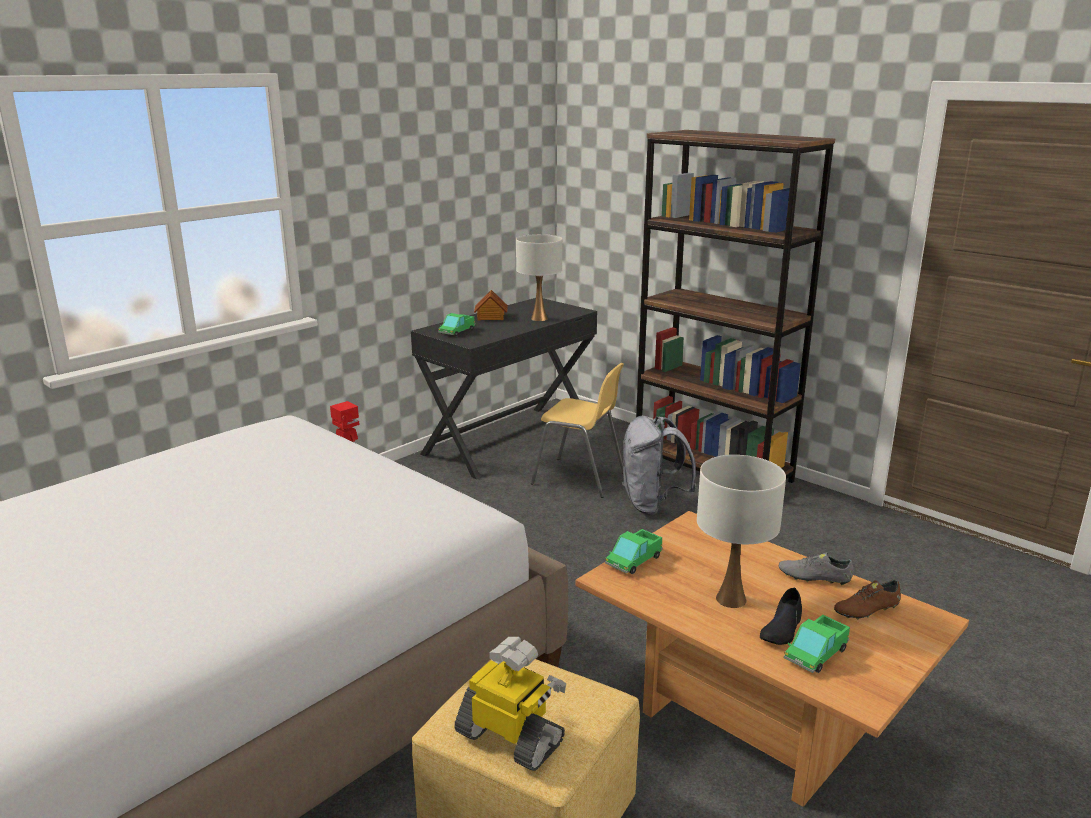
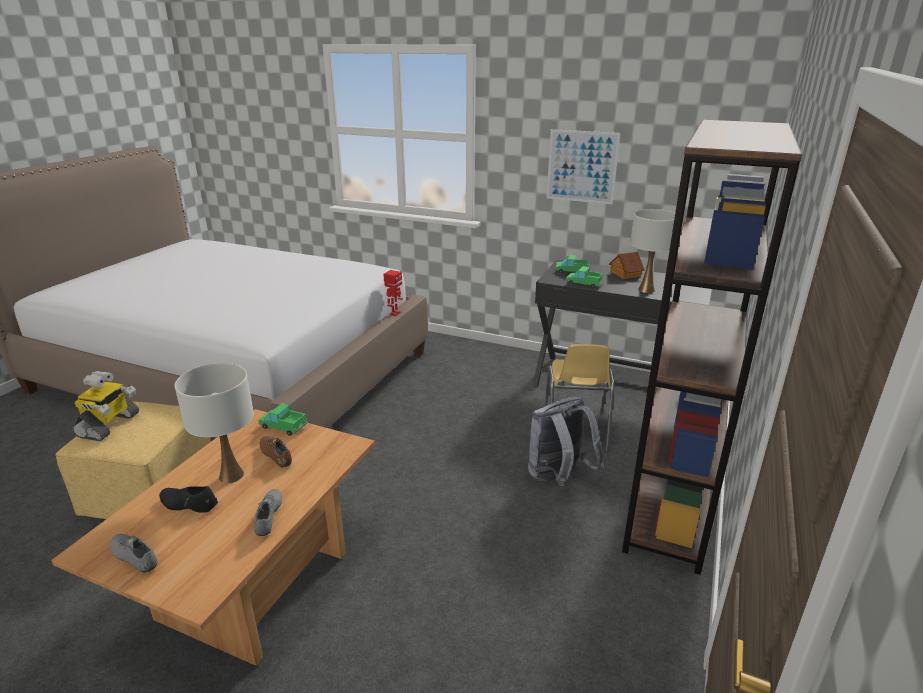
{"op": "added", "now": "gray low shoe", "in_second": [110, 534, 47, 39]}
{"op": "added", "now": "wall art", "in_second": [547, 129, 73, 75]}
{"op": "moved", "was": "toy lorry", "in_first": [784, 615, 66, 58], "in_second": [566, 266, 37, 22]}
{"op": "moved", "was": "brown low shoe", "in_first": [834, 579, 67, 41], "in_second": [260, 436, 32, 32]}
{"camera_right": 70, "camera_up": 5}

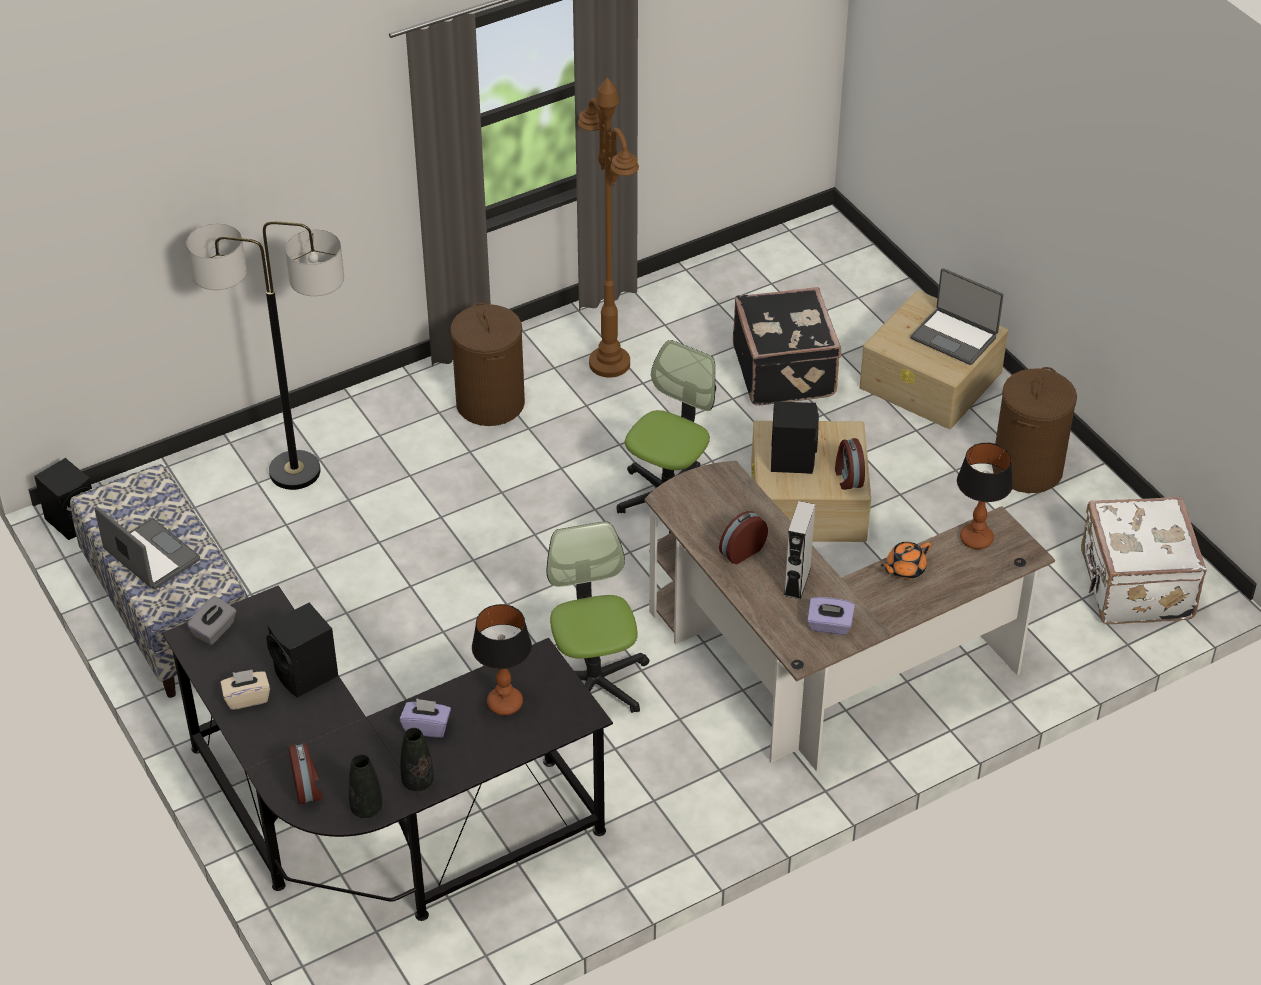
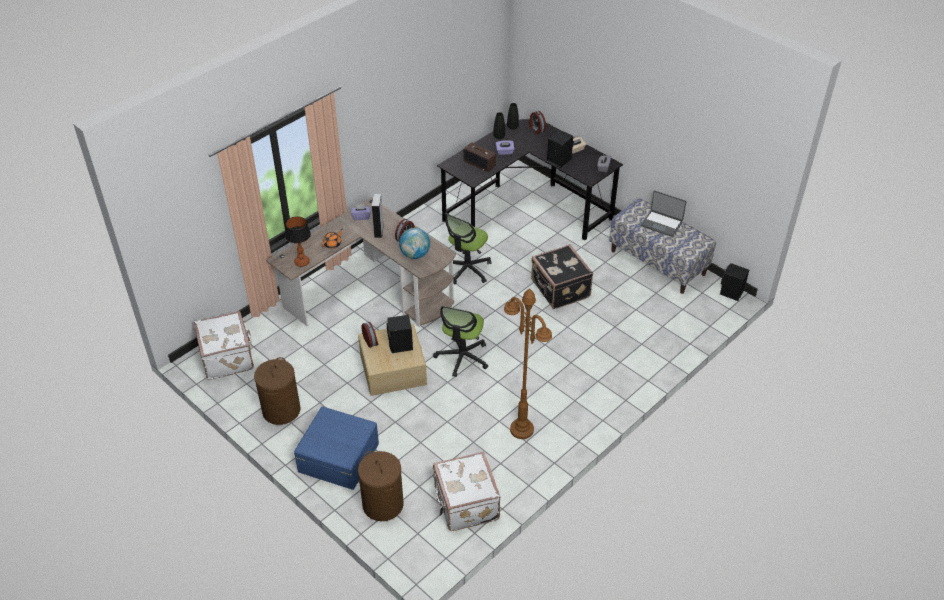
{"op": "removed", "was": "standard lamp", "in_first": [186, 221, 158, 269]}
{"op": "removed", "was": "laptop", "in_first": [910, 268, 94, 97]}
{"op": "added", "now": "world globe", "in_second": [399, 228, 31, 31]}
{"op": "added", "now": "whitish suitcase", "in_second": [433, 452, 67, 79]}
{"op": "moved", "was": "brown washing basket", "in_first": [450, 302, 75, 124], "in_second": [358, 451, 46, 70]}
{"op": "moved", "was": "black suitcase", "in_first": [733, 287, 108, 118], "in_second": [531, 244, 62, 65]}
{"op": "replaced", "was": "tabletop lamp", "now": "radio receiver", "in_first": [472, 604, 60, 111], "in_second": [464, 142, 32, 30]}
{"op": "recoloured", "was": "sand-coloured storage bin", "now": "blue storage bin", "in_first": [859, 290, 149, 139], "in_second": [294, 406, 85, 84]}
{"op": "turned", "was": "computer chair", "in_first": [547, 521, 102, 192], "in_second": [445, 214, 46, 70], "clockwise": 60}
{"camera_right": 165, "camera_up": 0}

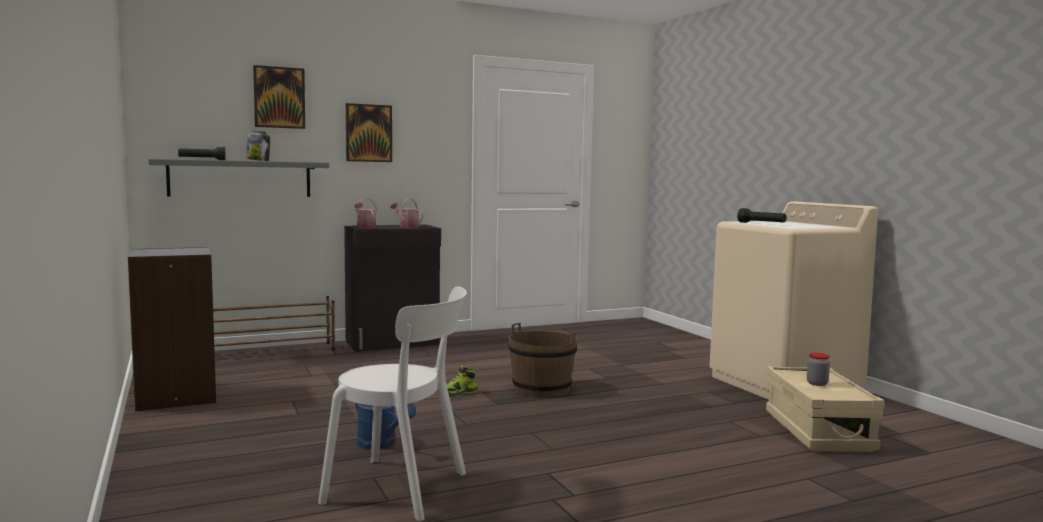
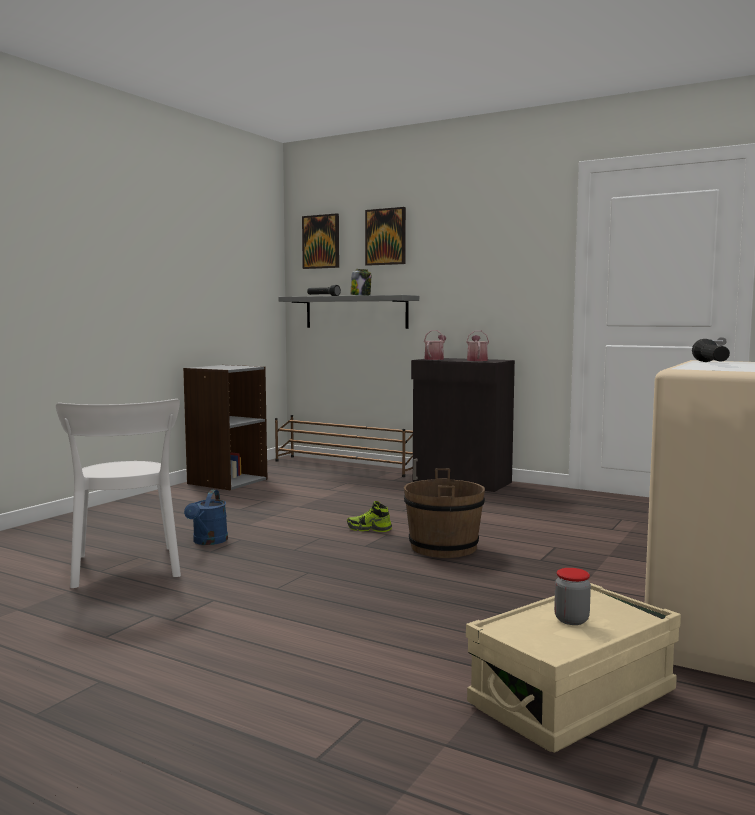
{"op": "moved", "was": "wall art", "in_first": [346, 103, 46, 59], "in_second": [302, 213, 37, 56]}
{"camera_right": 55, "camera_up": 0}

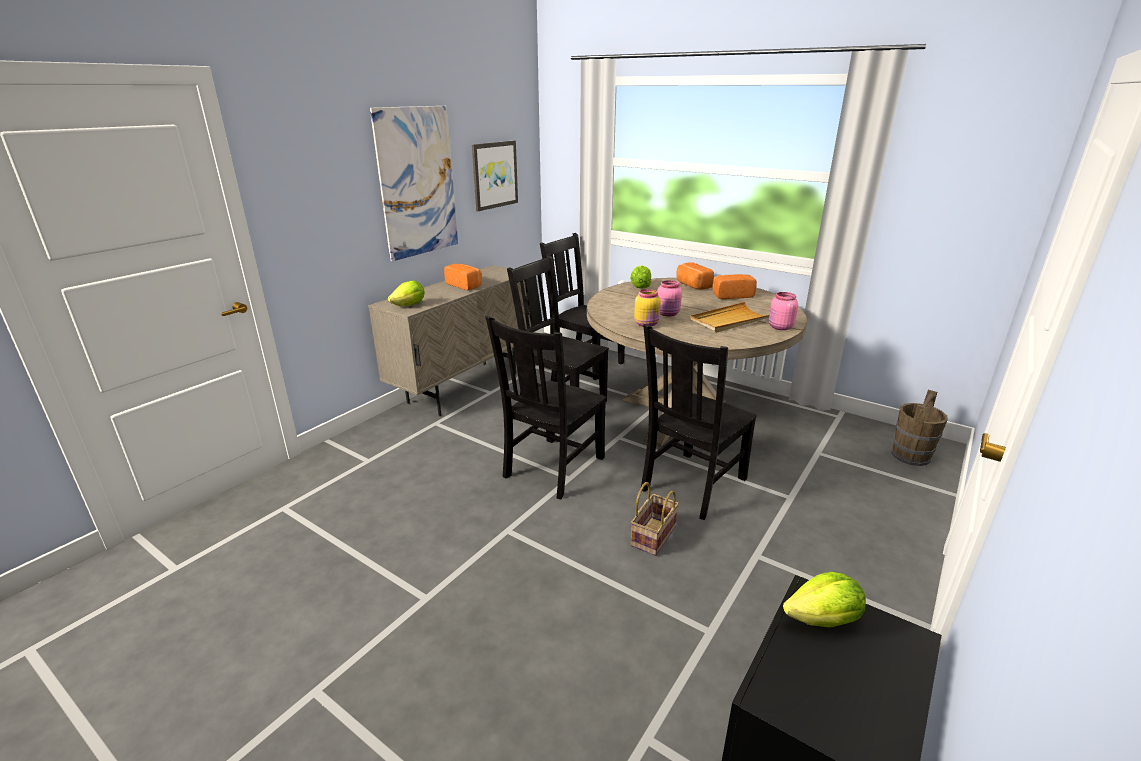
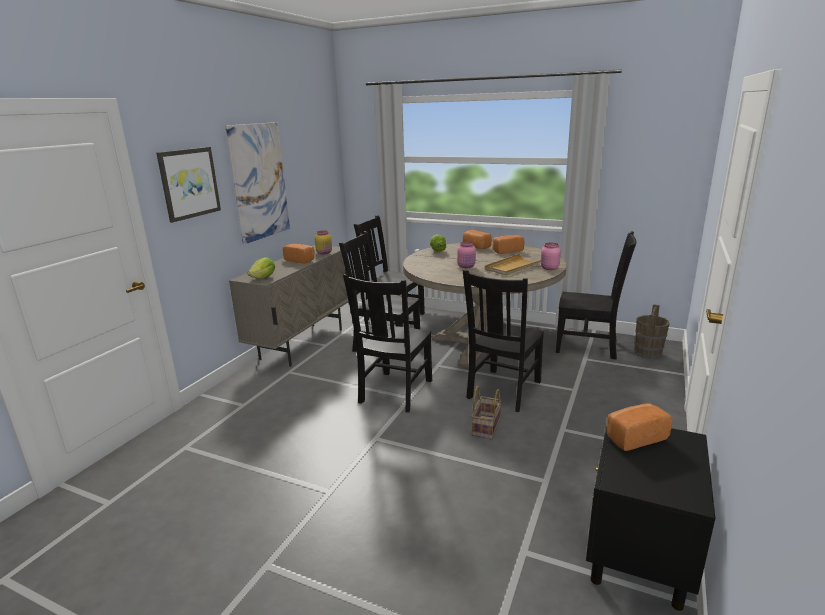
{"op": "added", "now": "black plain chair", "in_second": [556, 231, 81, 129]}
{"op": "moved", "was": "wall art", "in_first": [472, 141, 46, 70], "in_second": [156, 147, 65, 76]}
{"op": "moved", "was": "yellow-coloured storage jar", "in_first": [634, 289, 27, 38], "in_second": [315, 231, 17, 23]}
{"op": "replaced", "was": "head of lettuce", "now": "bread", "in_first": [783, 572, 83, 56], "in_second": [606, 403, 66, 48]}
{"camera_right": -10, "camera_up": -5}

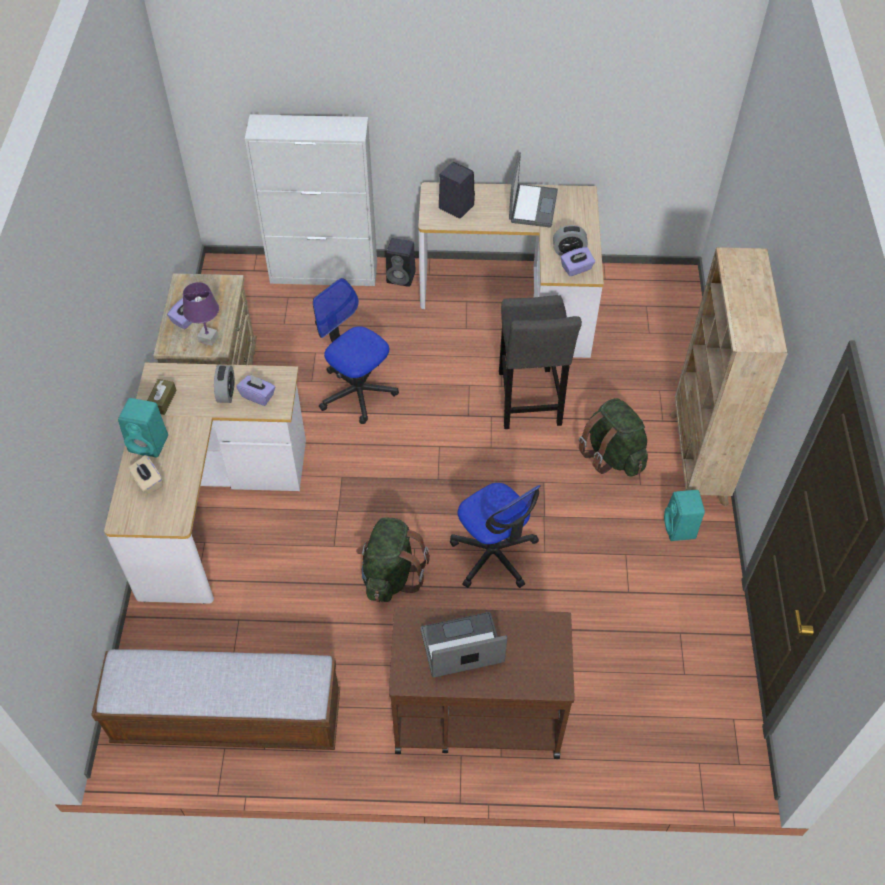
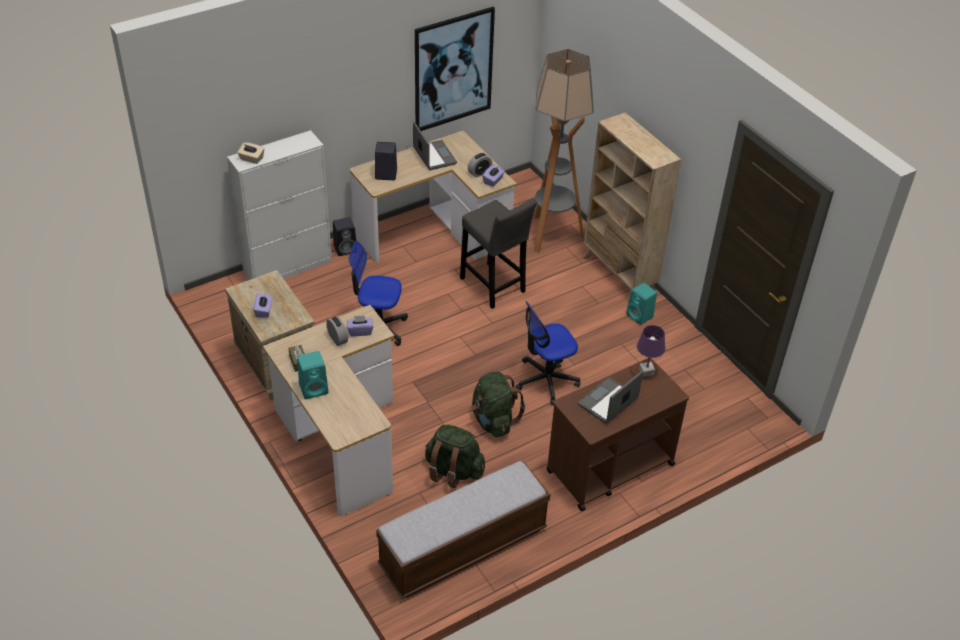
{"op": "added", "now": "wall art", "in_second": [415, 7, 80, 124]}
{"op": "added", "now": "standard lamp", "in_second": [534, 49, 60, 204]}
{"op": "moved", "was": "sand-coloured tissue box", "in_first": [128, 455, 35, 40], "in_second": [237, 142, 27, 22]}
{"op": "moved", "was": "purple-coloured tabletop lamp", "in_first": [183, 282, 36, 64], "in_second": [637, 325, 29, 52]}
{"op": "moved", "was": "green rucksack", "in_first": [579, 398, 69, 79], "in_second": [425, 425, 60, 63]}
{"op": "turned", "was": "computer chair", "in_first": [450, 483, 91, 105], "in_second": [515, 301, 65, 104], "clockwise": 135}
{"camera_right": -35, "camera_up": -10}

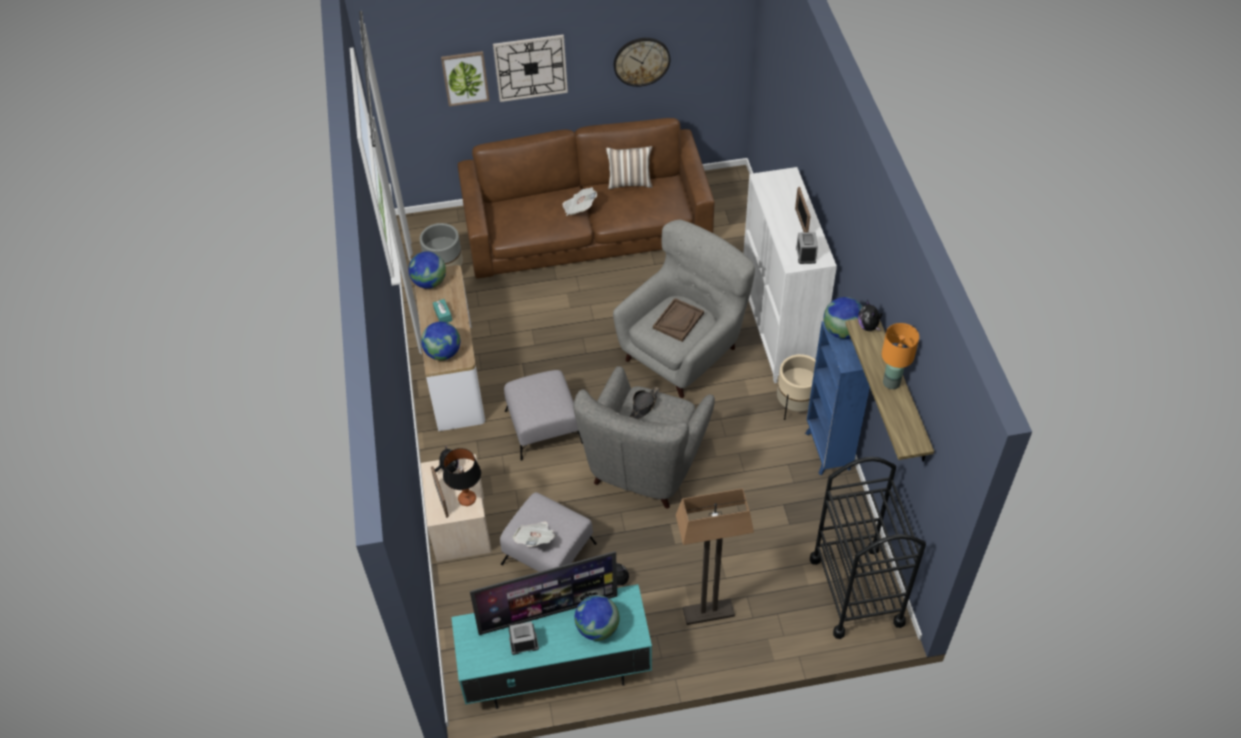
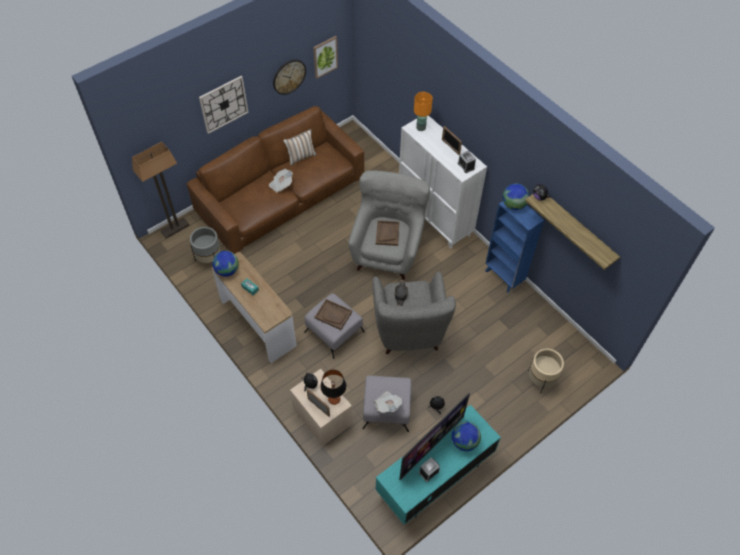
{"op": "removed", "was": "world globe", "in_first": [421, 322, 39, 38]}
{"op": "removed", "was": "black trolley", "in_first": [810, 457, 116, 182]}
{"op": "added", "now": "brown tray", "in_second": [315, 299, 37, 31]}
{"op": "moved", "was": "wall art", "in_first": [441, 51, 49, 55], "in_second": [313, 36, 25, 43]}
{"op": "moved", "was": "standard lamp", "in_first": [676, 488, 78, 137], "in_second": [132, 142, 57, 96]}
{"op": "moved", "was": "sand-coloured plant pot", "in_first": [777, 354, 39, 66], "in_second": [528, 349, 36, 45]}
{"op": "moved", "was": "orange-coloured tabletop lamp", "in_first": [882, 323, 37, 66], "in_second": [414, 92, 19, 39]}
{"camera_right": -30, "camera_up": 5}

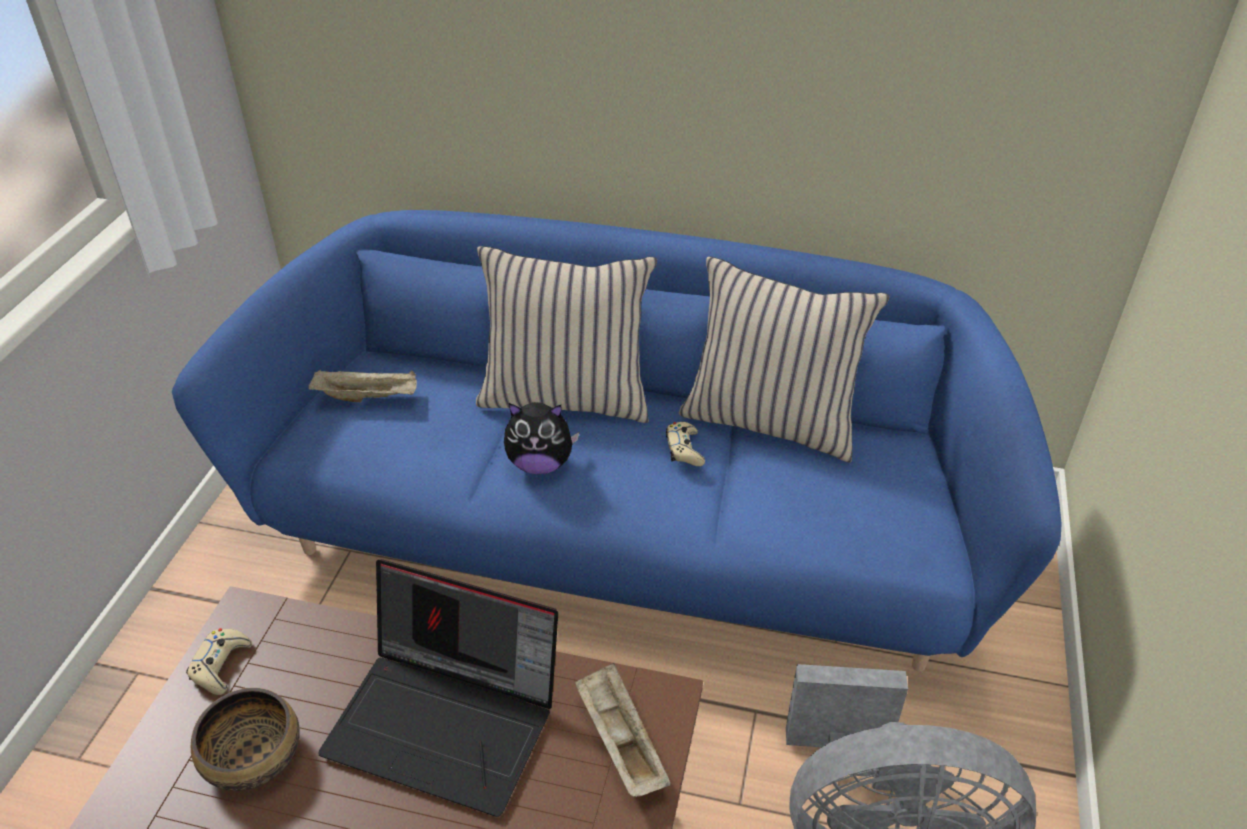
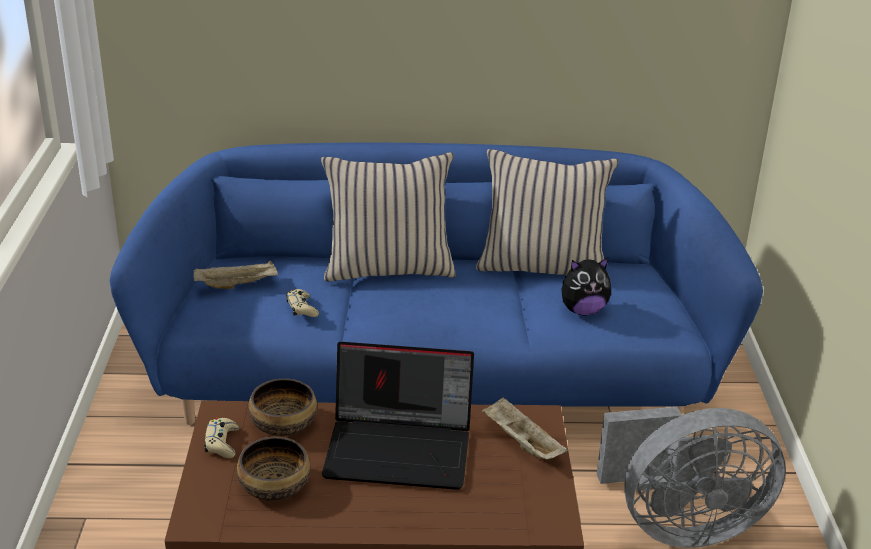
{"op": "added", "now": "serving bowl", "in_second": [248, 379, 69, 57]}
{"op": "moved", "was": "cuddly toy", "in_first": [504, 402, 76, 72], "in_second": [561, 257, 50, 58]}
{"op": "moved", "was": "sand-coloured joypad", "in_first": [666, 422, 39, 44], "in_second": [286, 289, 33, 28]}
{"camera_right": -15, "camera_up": -10}

